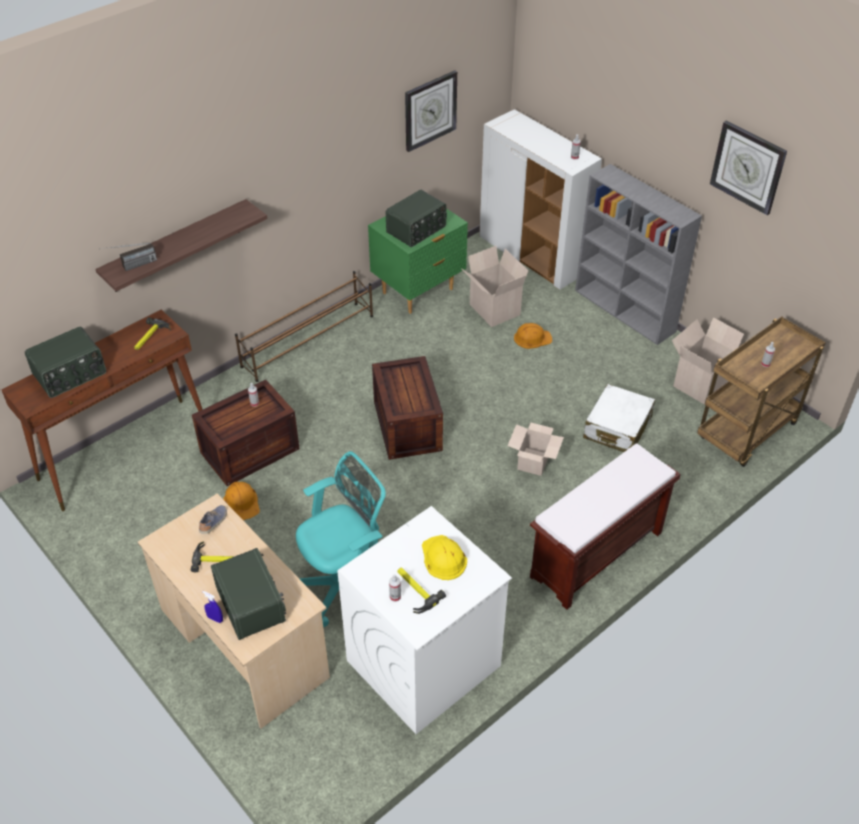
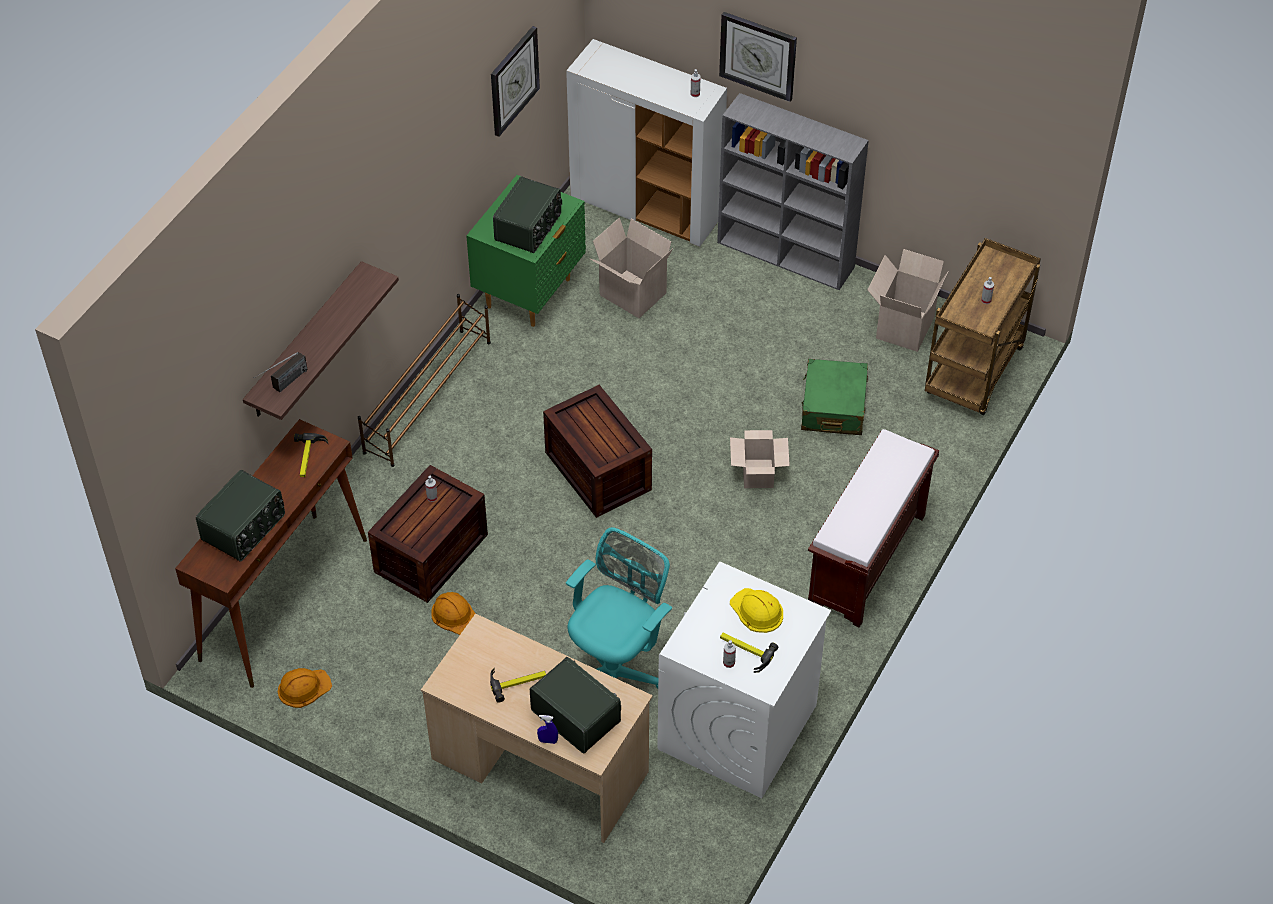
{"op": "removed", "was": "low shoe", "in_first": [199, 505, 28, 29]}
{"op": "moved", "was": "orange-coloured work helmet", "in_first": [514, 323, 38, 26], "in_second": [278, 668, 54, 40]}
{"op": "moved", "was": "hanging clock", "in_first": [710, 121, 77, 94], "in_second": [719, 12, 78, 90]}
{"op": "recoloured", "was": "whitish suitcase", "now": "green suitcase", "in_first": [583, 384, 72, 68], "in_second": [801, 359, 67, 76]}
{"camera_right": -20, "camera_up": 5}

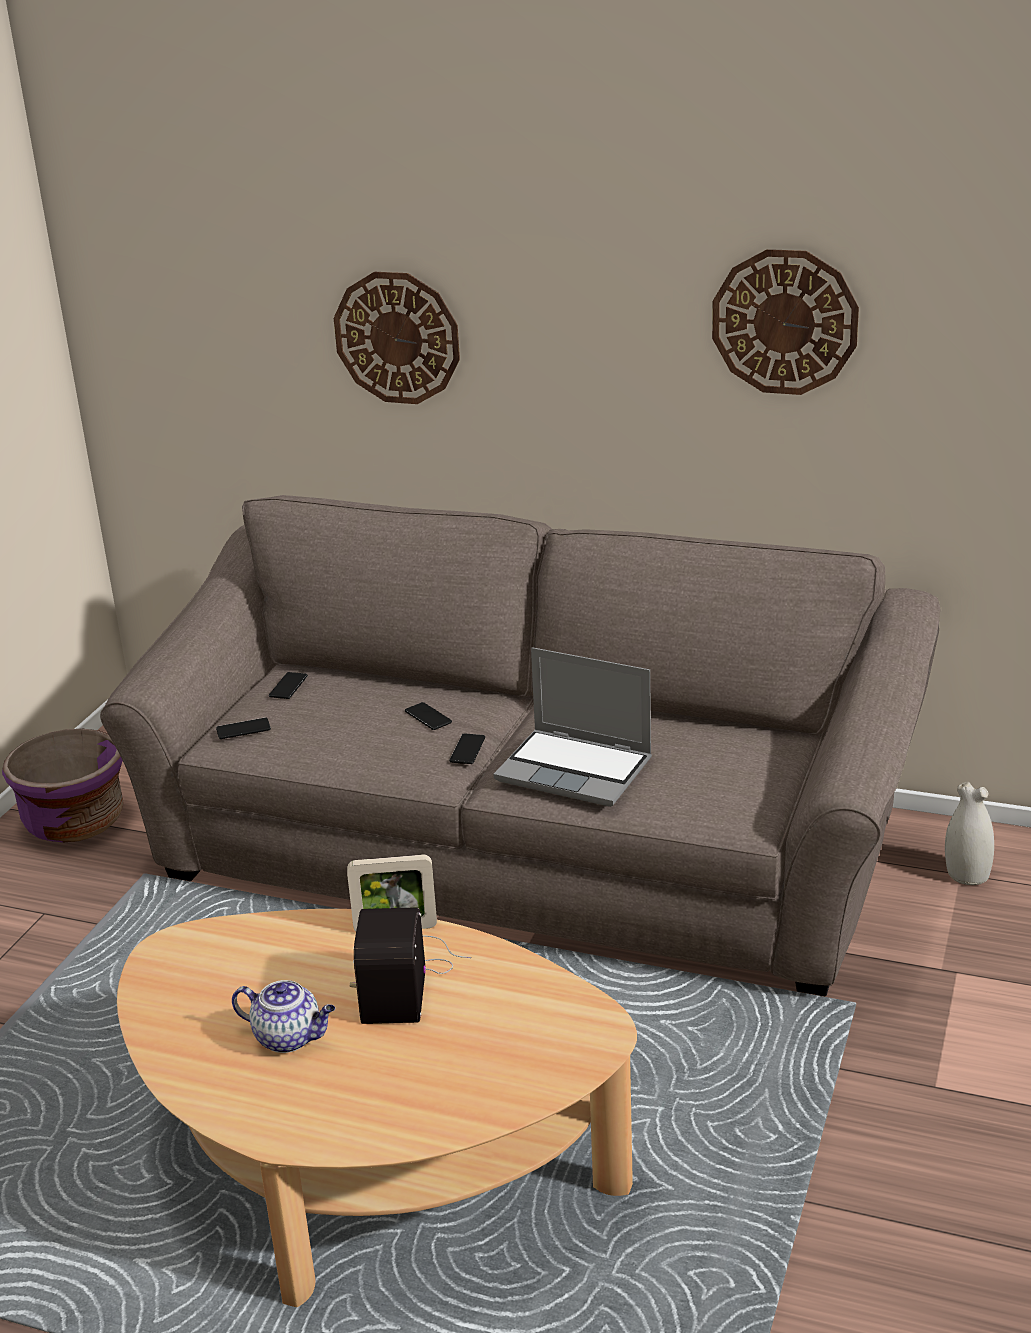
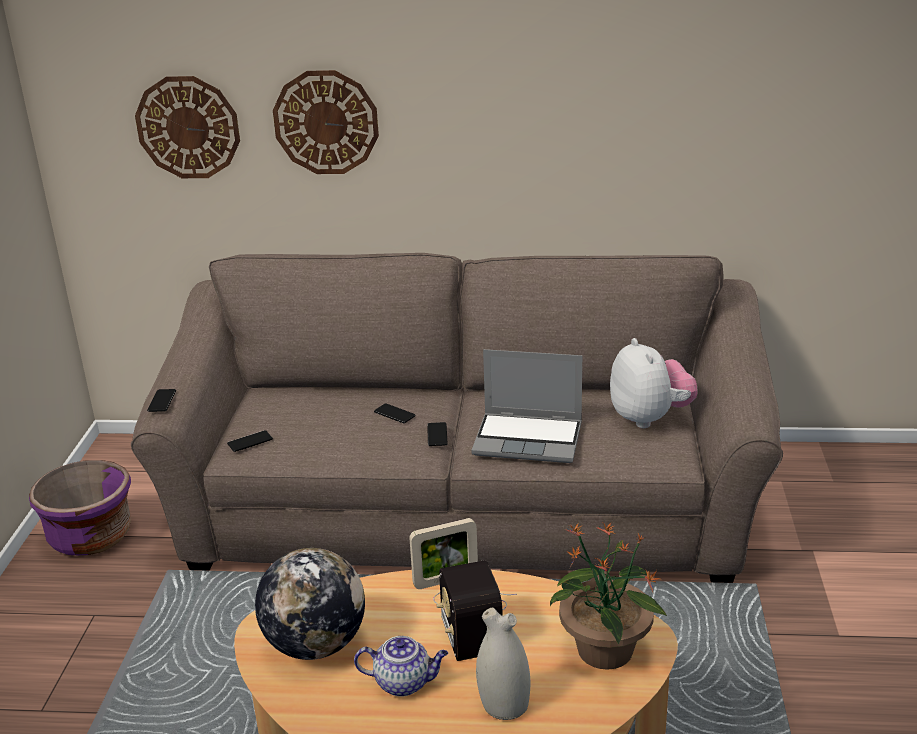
{"op": "added", "now": "world globe", "in_second": [255, 548, 110, 112]}
{"op": "added", "now": "potted plant", "in_second": [550, 522, 117, 148]}
{"op": "added", "now": "cuddly toy", "in_second": [610, 338, 88, 90]}
{"op": "moved", "was": "handset", "in_first": [269, 672, 39, 27], "in_second": [147, 389, 29, 23]}
{"op": "moved", "was": "hanging clock", "in_first": [712, 249, 147, 146], "in_second": [135, 76, 105, 102]}
{"op": "moved", "was": "whitish flower vase", "in_first": [945, 782, 49, 103], "in_second": [476, 608, 54, 112]}
{"camera_right": -15, "camera_up": 0}

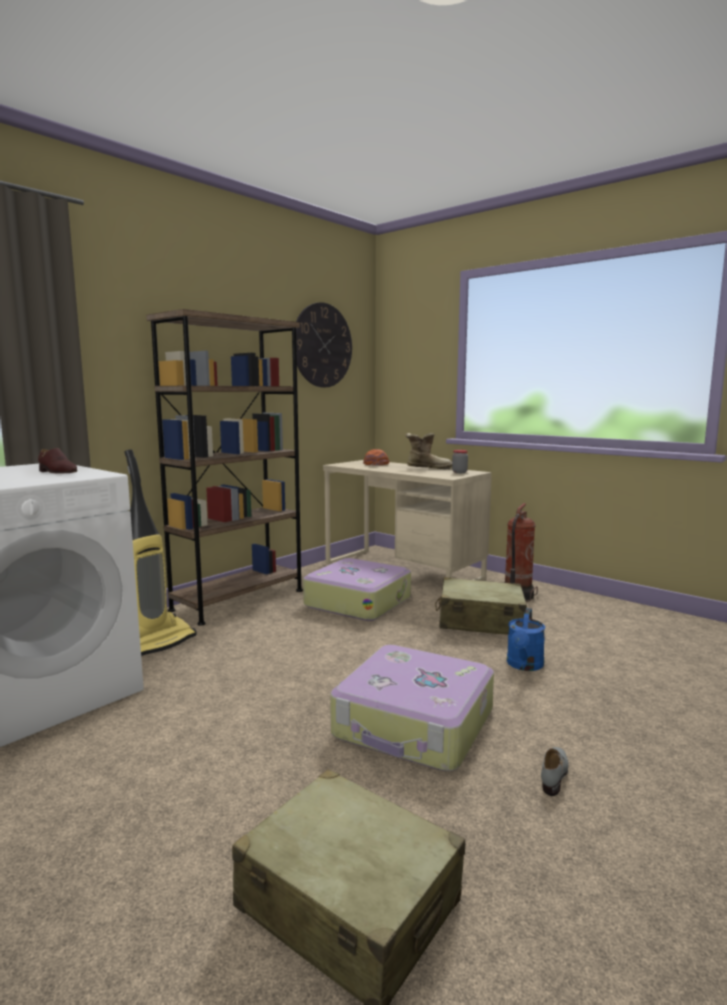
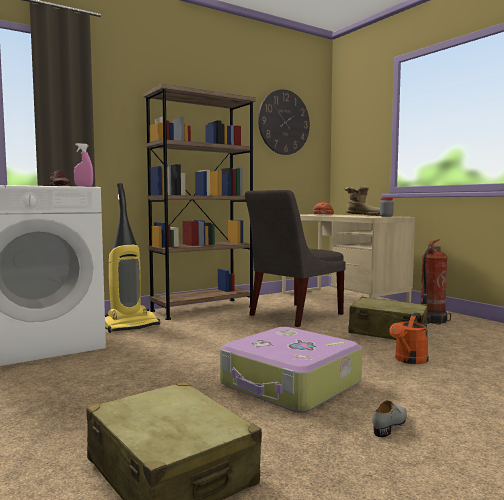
{"op": "added", "now": "pinkish spray bottle", "in_second": [74, 143, 19, 44]}
{"op": "replaced", "was": "suitcase", "now": "gray plain chair", "in_first": [303, 558, 108, 63], "in_second": [245, 190, 101, 137]}
{"op": "recoloured", "was": "blue sprinkling can", "now": "orange-coloured sprinkling can", "in_first": [507, 608, 38, 63], "in_second": [389, 313, 40, 51]}
{"camera_right": 15, "camera_up": -5}

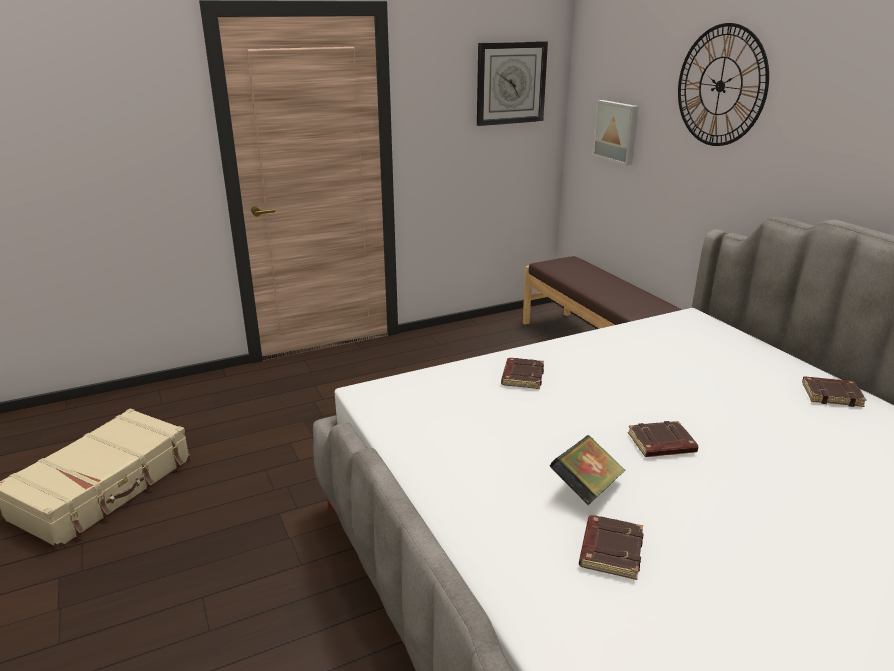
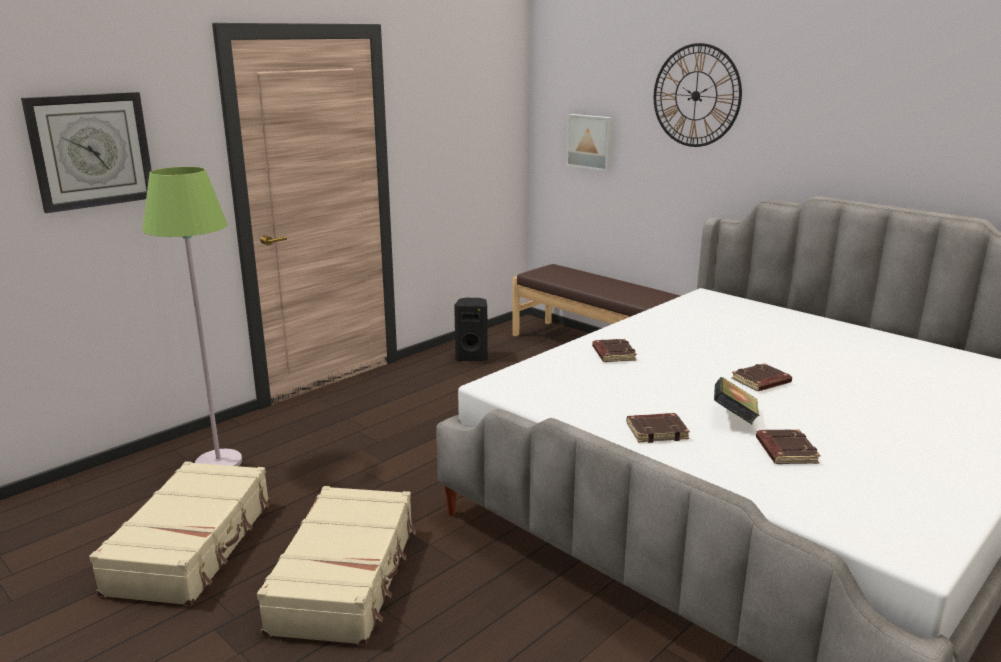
{"op": "added", "now": "green standard lamp", "in_second": [142, 167, 100, 299]}
{"op": "added", "now": "sand-coloured suitcase", "in_second": [257, 486, 159, 159]}
{"op": "added", "now": "black audio speaker", "in_second": [454, 298, 34, 64]}
{"op": "moved", "was": "hanging clock", "in_first": [477, 41, 71, 85], "in_second": [21, 92, 131, 121]}
{"op": "moved", "was": "brown bound book", "in_first": [802, 376, 65, 31], "in_second": [627, 413, 63, 30]}
{"camera_right": -20, "camera_up": -5}

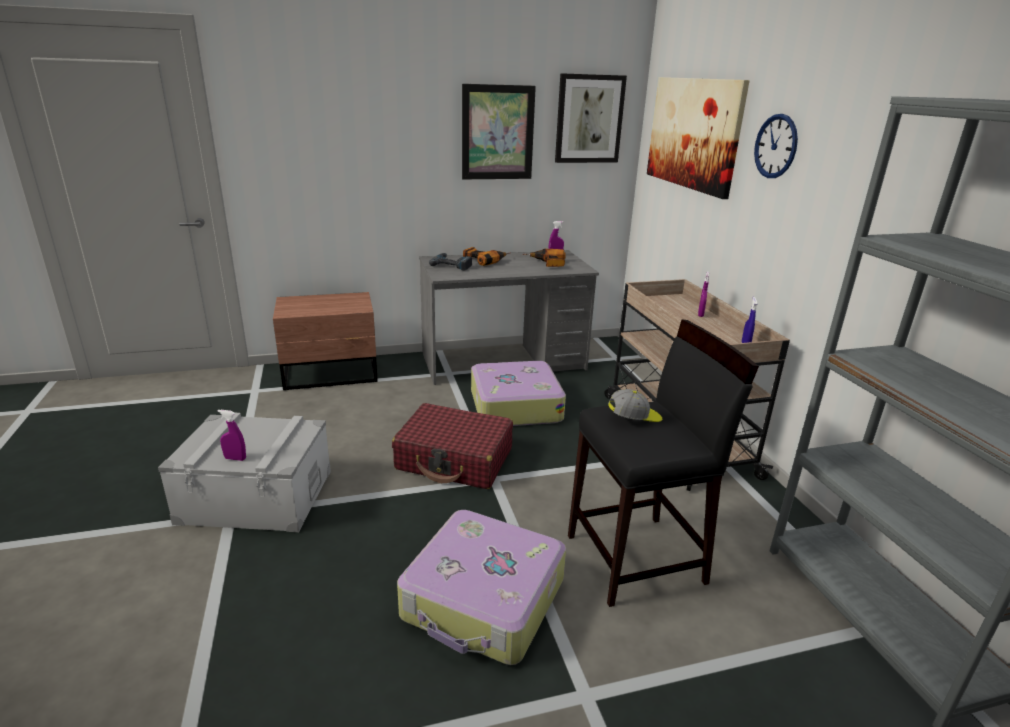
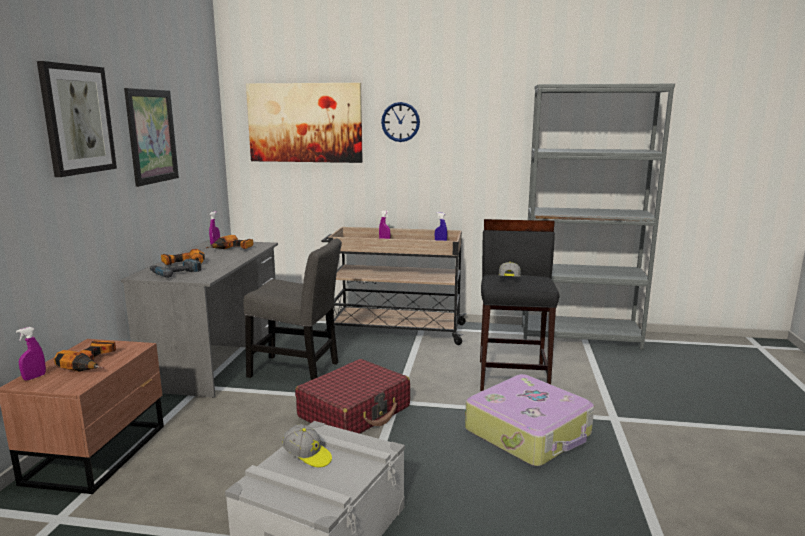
{"op": "added", "now": "drill", "in_second": [54, 340, 62, 32]}
{"op": "added", "now": "peaked cap", "in_second": [282, 424, 50, 43]}
{"op": "moved", "was": "purple-coloured spray bottle", "in_first": [217, 410, 29, 51], "in_second": [16, 327, 30, 54]}
{"op": "moved", "was": "wall art", "in_first": [555, 73, 72, 90], "in_second": [37, 61, 80, 116]}
{"op": "replaced", "was": "suitcase", "now": "gray plain chair", "in_first": [471, 361, 95, 65], "in_second": [243, 238, 99, 142]}
{"camera_right": -65, "camera_up": -10}

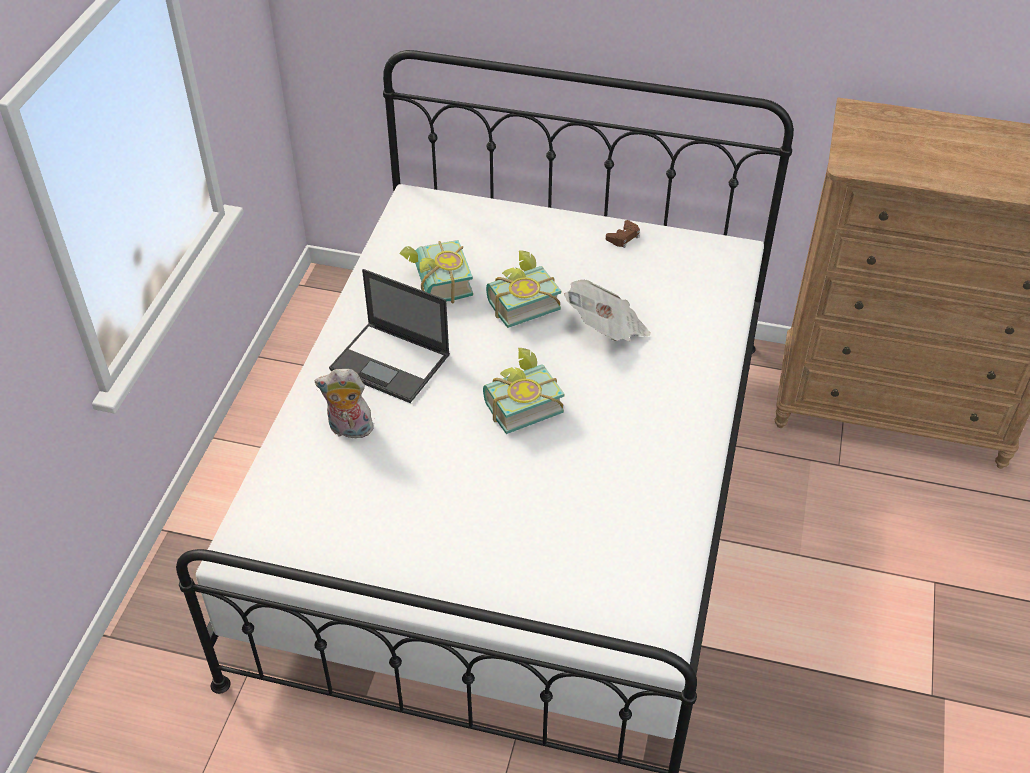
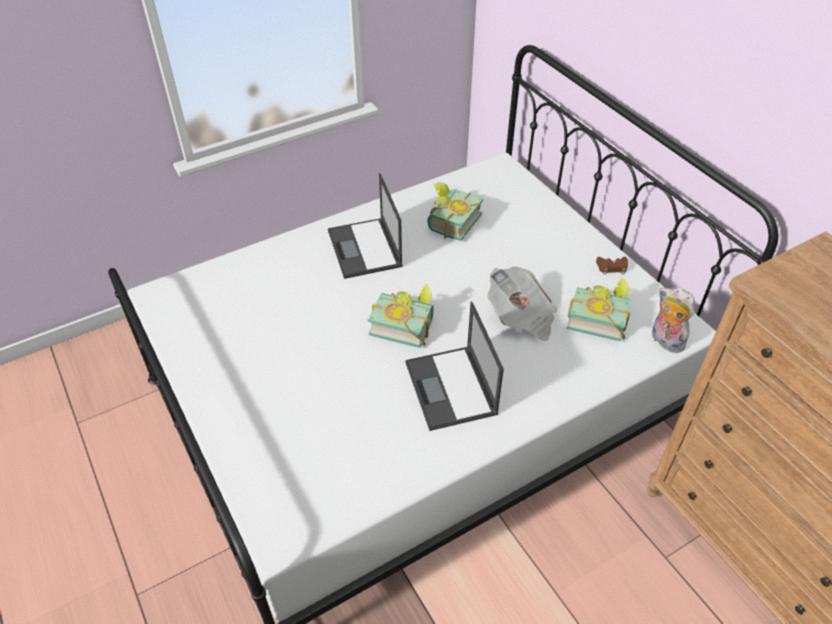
{"op": "added", "now": "laptop", "in_second": [405, 301, 99, 130]}
{"op": "moved", "was": "cuddly toy", "in_first": [315, 369, 59, 70], "in_second": [652, 287, 43, 66]}
{"op": "moved", "was": "bound book", "in_first": [486, 250, 75, 78], "in_second": [567, 278, 63, 64]}
{"camera_right": 45, "camera_up": 0}

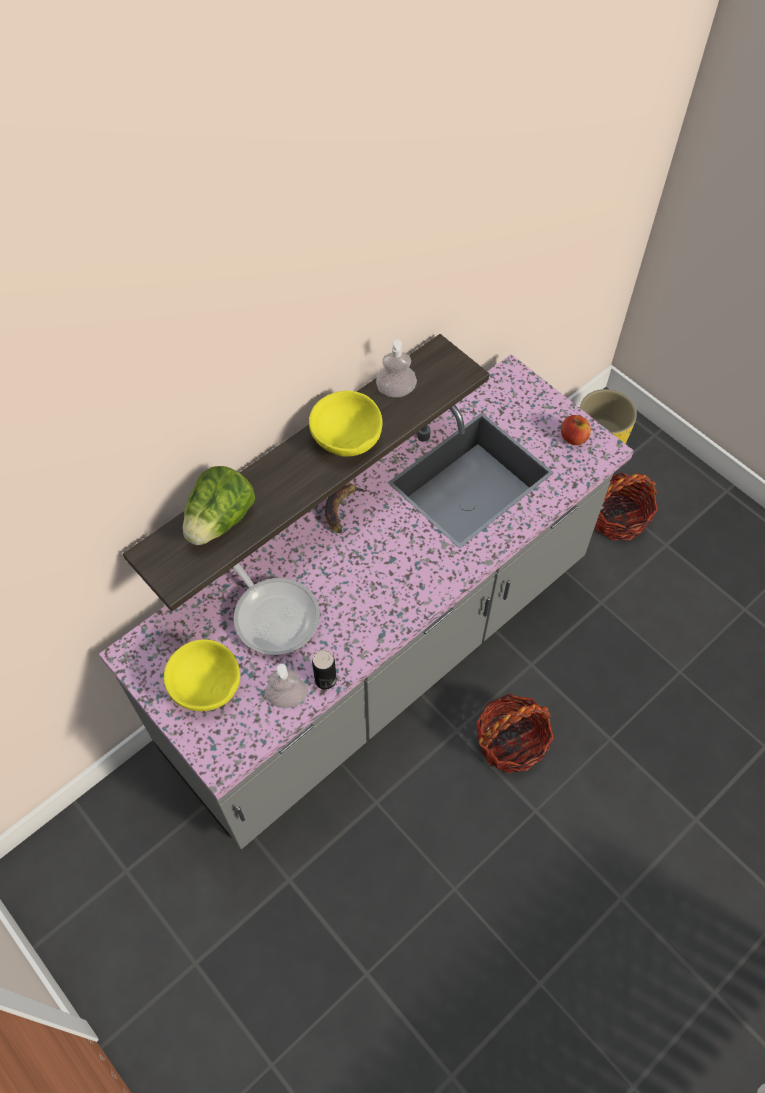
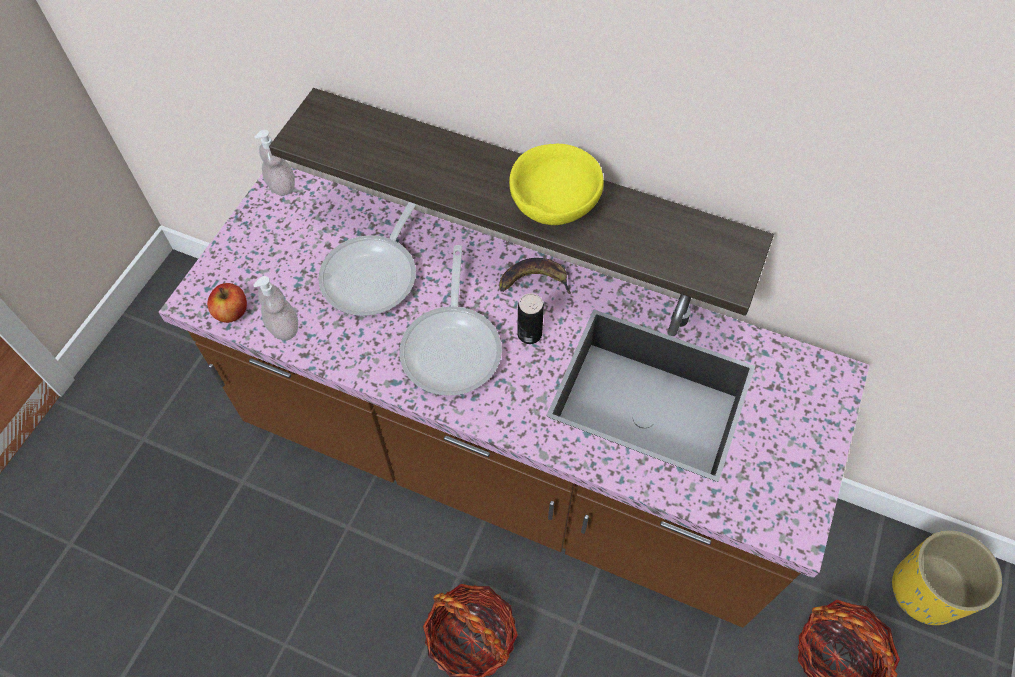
{"op": "removed", "was": "yellow-coloured serving bowl", "in_first": [164, 639, 76, 72]}
{"op": "removed", "was": "head of lettuce", "in_first": [183, 466, 72, 79]}
{"op": "added", "now": "frying pan", "in_second": [400, 245, 102, 151]}
{"op": "moved", "was": "metal can", "in_first": [312, 650, 25, 40], "in_second": [517, 293, 27, 51]}
{"op": "moved", "was": "soap dispenser", "in_first": [376, 339, 41, 59], "in_second": [255, 129, 40, 67]}
{"op": "moved", "was": "apple fruit", "in_first": [561, 415, 30, 30], "in_second": [207, 283, 40, 40]}
{"op": "recoloured", "was": "gray counter", "now": "brown counter", "in_first": [99, 354, 535, 495], "in_second": [158, 168, 711, 460]}
{"camera_right": 65, "camera_up": 0}

